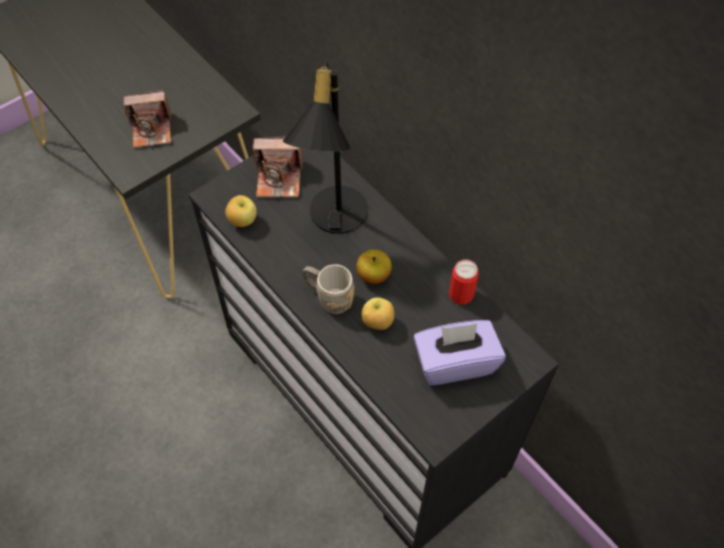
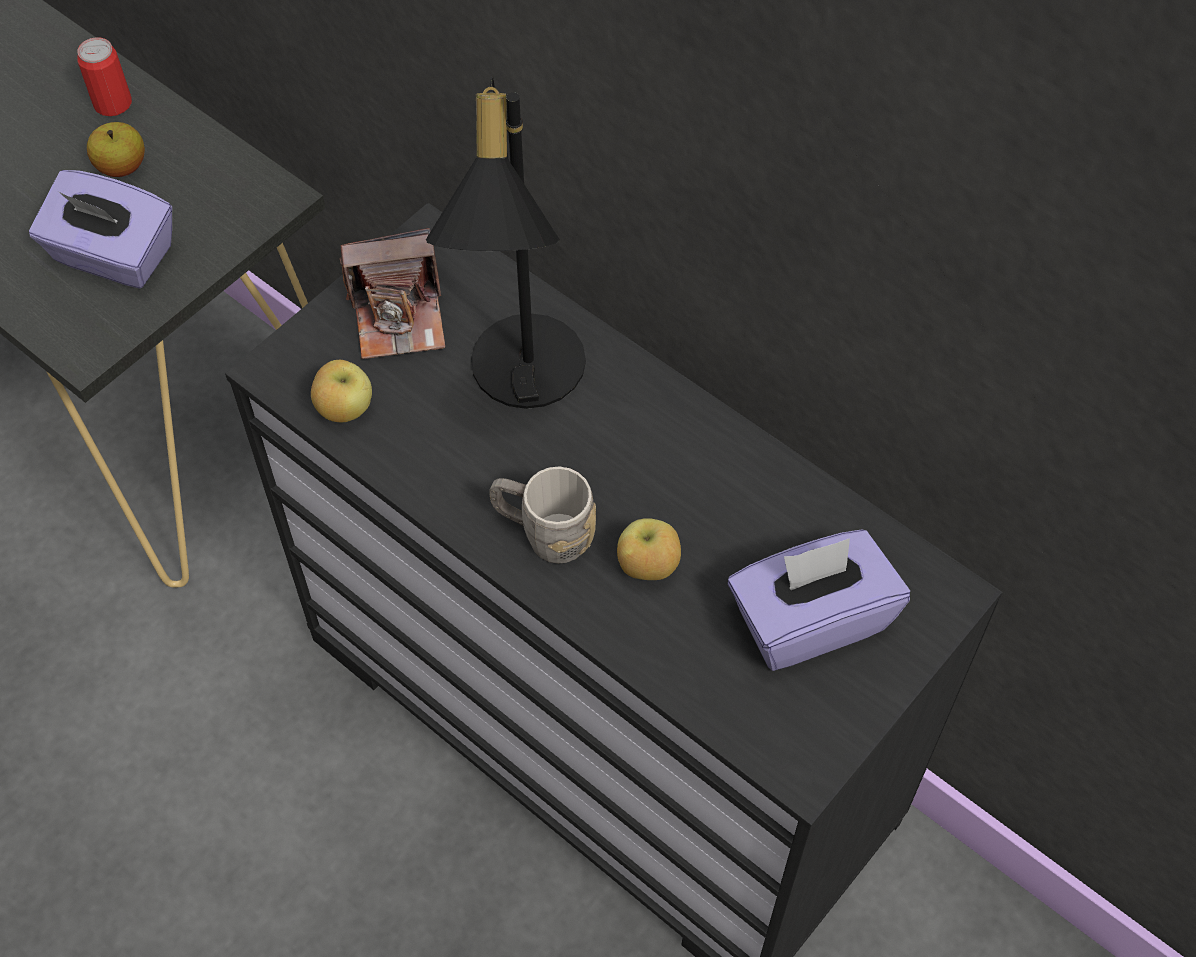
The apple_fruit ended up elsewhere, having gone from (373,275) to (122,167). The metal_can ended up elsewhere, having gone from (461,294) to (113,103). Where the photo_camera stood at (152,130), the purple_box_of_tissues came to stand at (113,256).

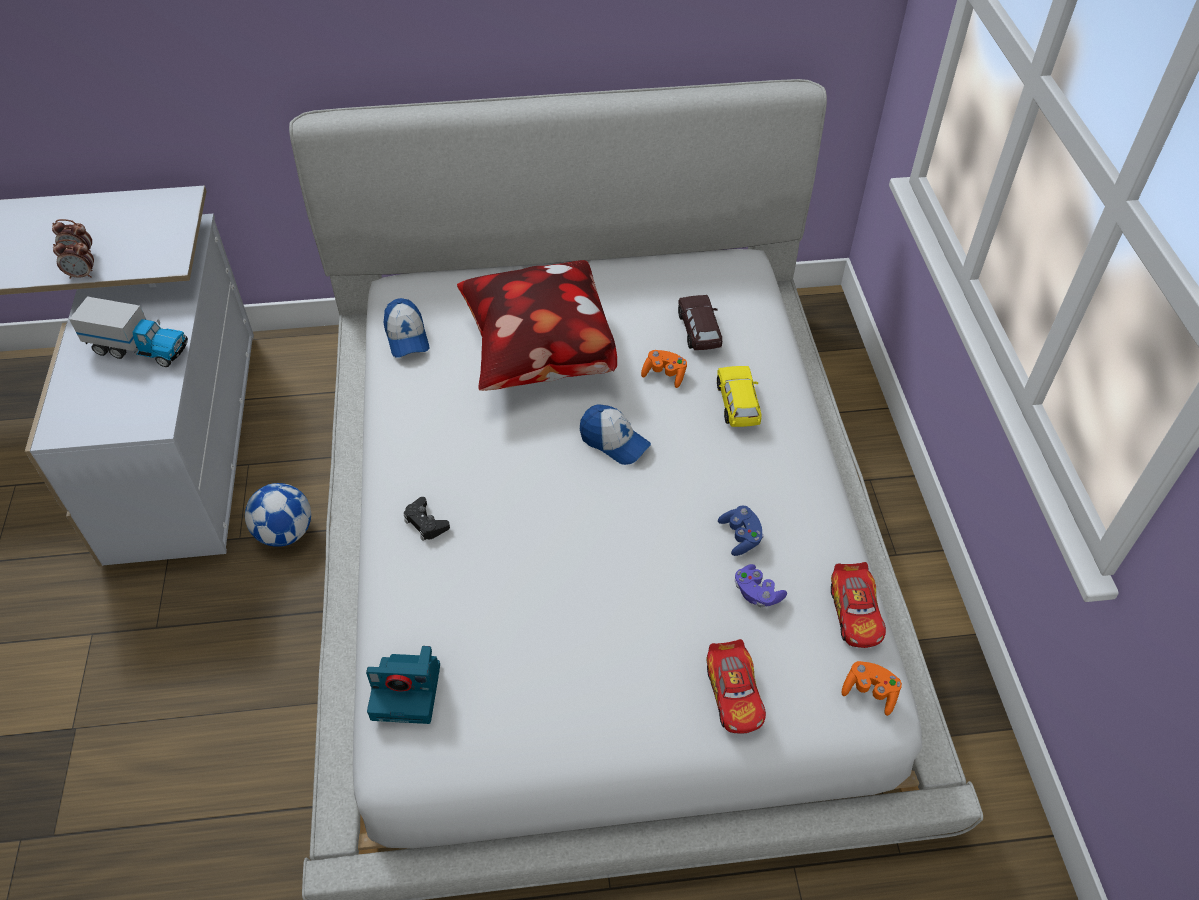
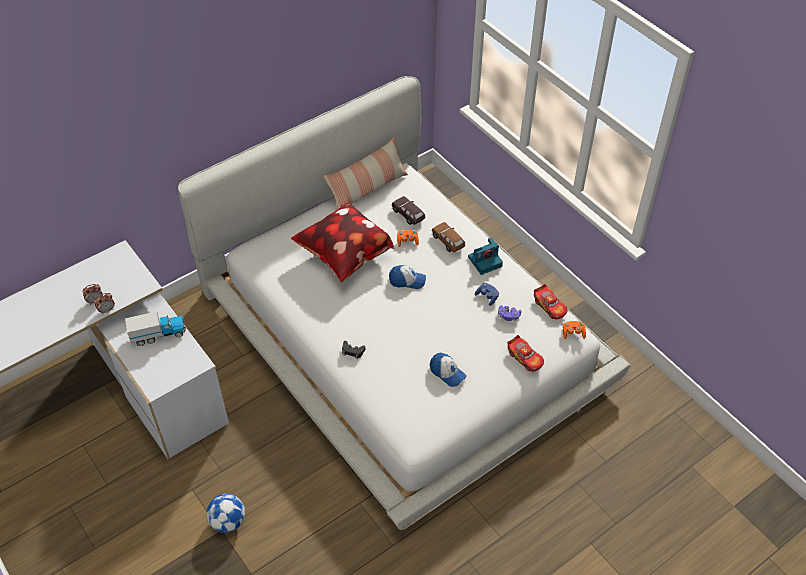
The second view gained the pillow at (367,189). The football_ball ended up elsewhere, having gone from (285,533) to (228,521). The photo_camera ended up elsewhere, having gone from (408,691) to (485,261). The baseball_cap ended up elsewhere, having gone from (406,337) to (447,373). What was the yellow-coloured_miniature_car at (738,404) turned into the brownish_miniature_car at (448,241).

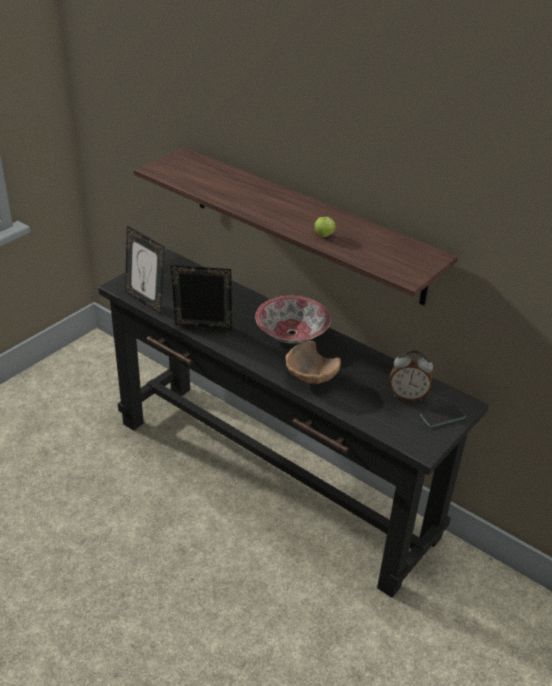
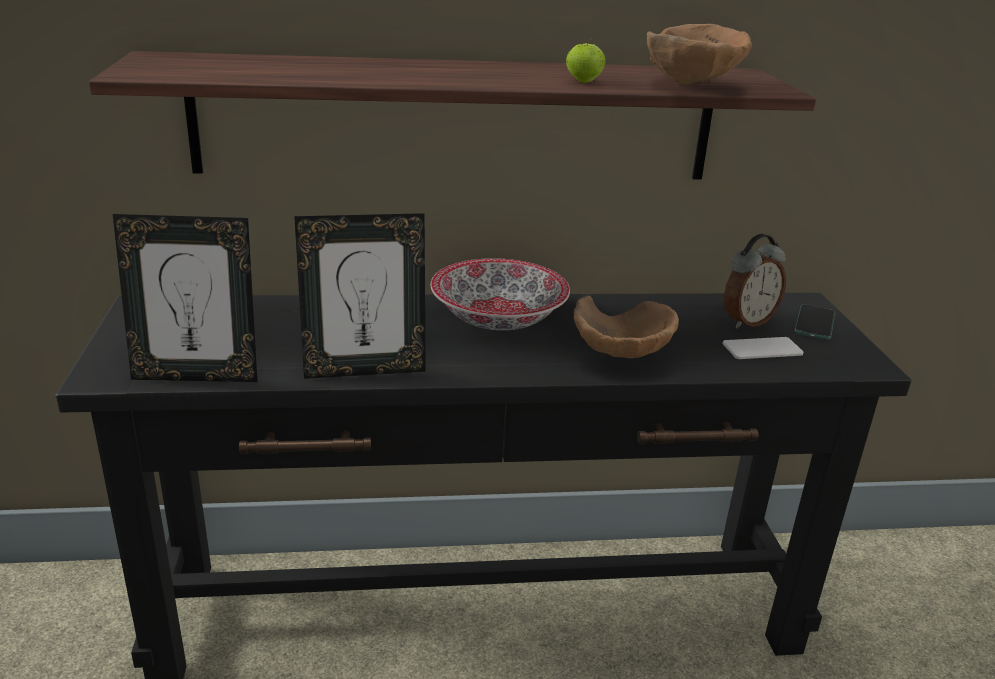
The second view gained the brownish_deep_dish at (694,85). The second view gained the phone at (762,349). The picture_frame at (203,329) ended up facing another way, 150 degrees counterclockwise from before.

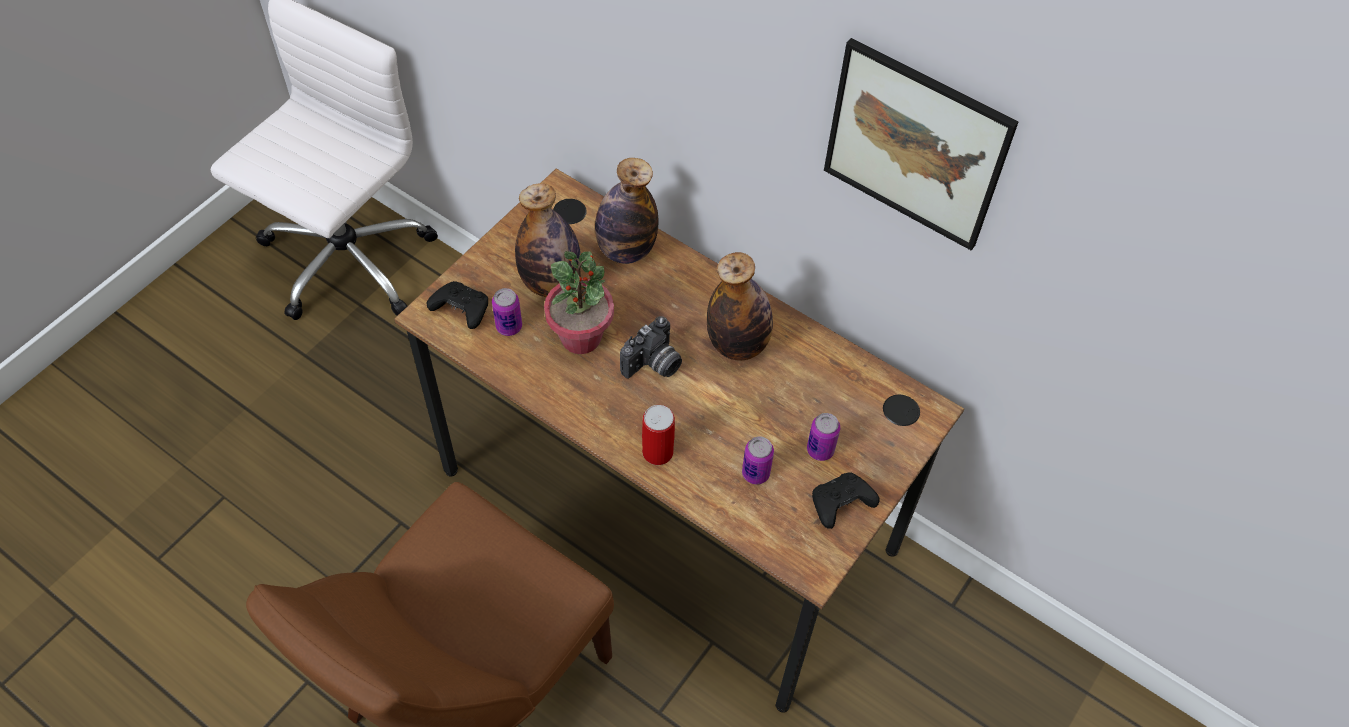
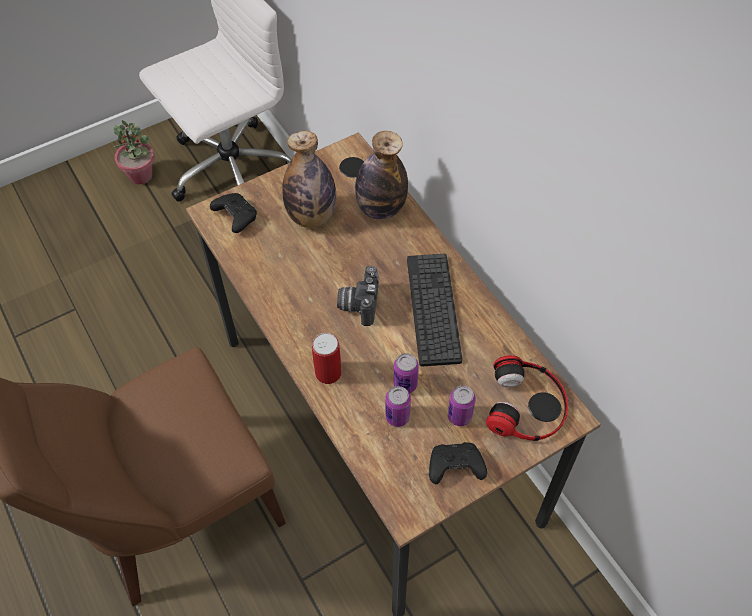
The second view lost the wall_art at (915,145). The second view gained the headphones at (527,405). The metal_can ended up elsewhere, having gone from (509,326) to (405,384). The houseplant ended up elsewhere, having gone from (581,337) to (141,175). Where the drink_bottle stood at (738,344), the PC_keyboard came to stand at (433,309). The photo_camera at (653,365) ended up facing another way, 120 degrees clockwise from before.

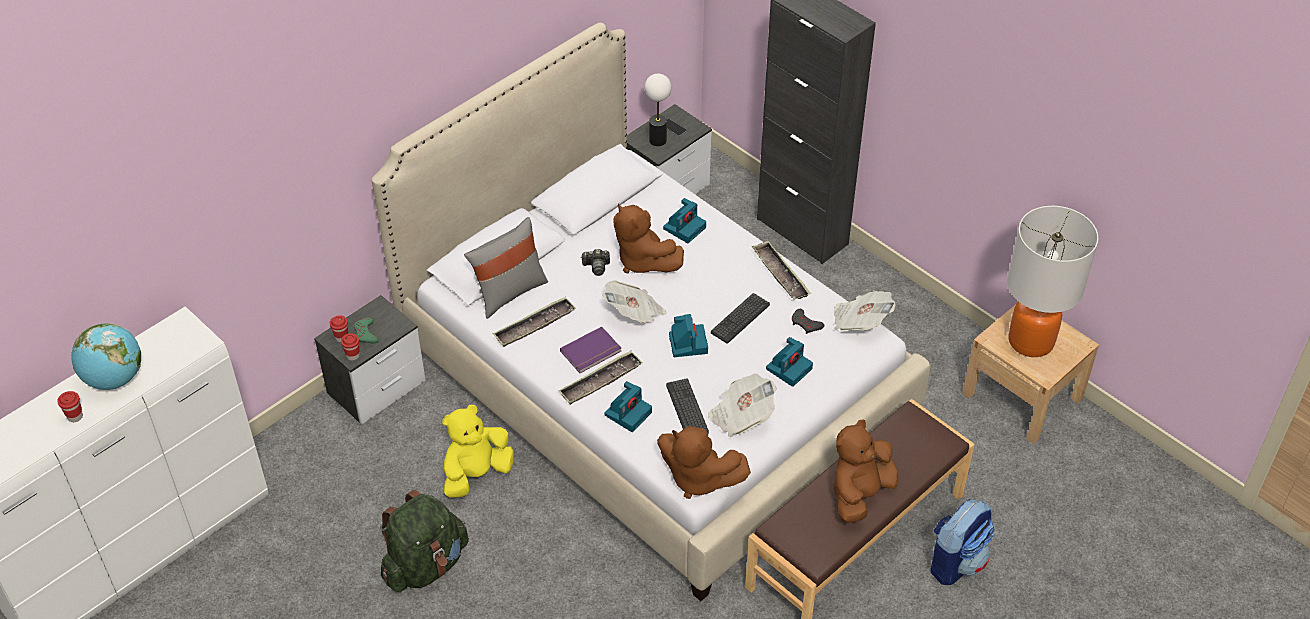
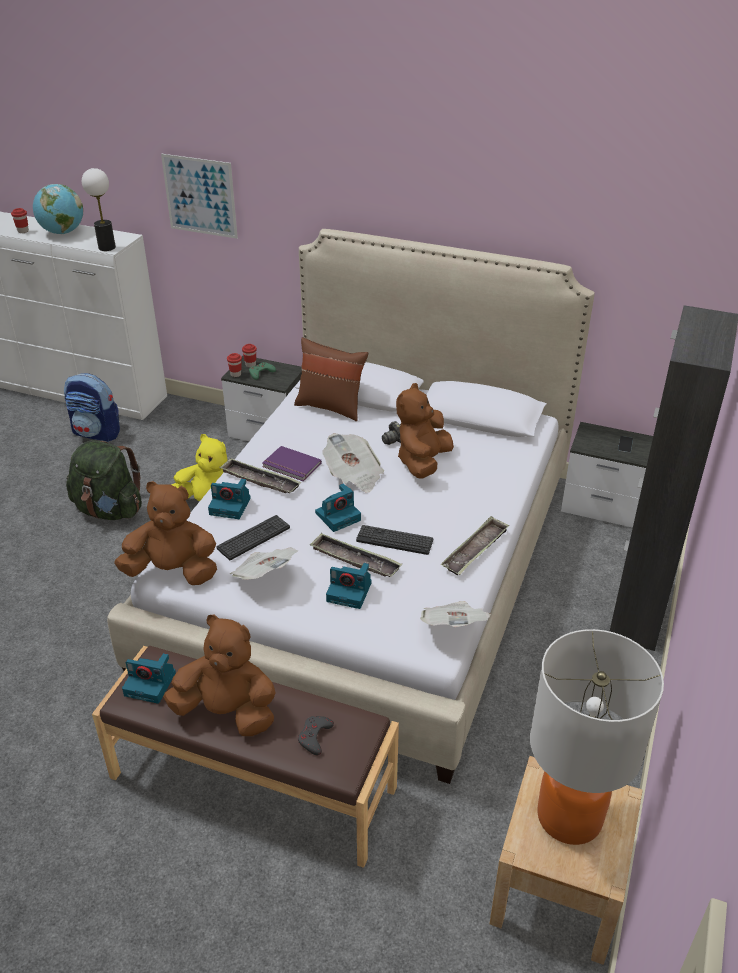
The second view gained the wall_art at (200,196). The serving_tray ended up elsewhere, having gone from (534,325) to (355,560). The lamp_for_a_table ended up elsewhere, having gone from (658,140) to (107,247). The photo_camera ended up elsewhere, having gone from (684,227) to (151,684). The gray_gamepad ended up elsewhere, having gone from (806,324) to (314,737). The rucksack ended up elsewhere, having gone from (956,561) to (97,433). What was the gray_pillow at (509,292) turned into the brownish_pillow at (331,407). The brownish_soft_toy at (698,478) ended up facing another way, 90 degrees clockwise from before.

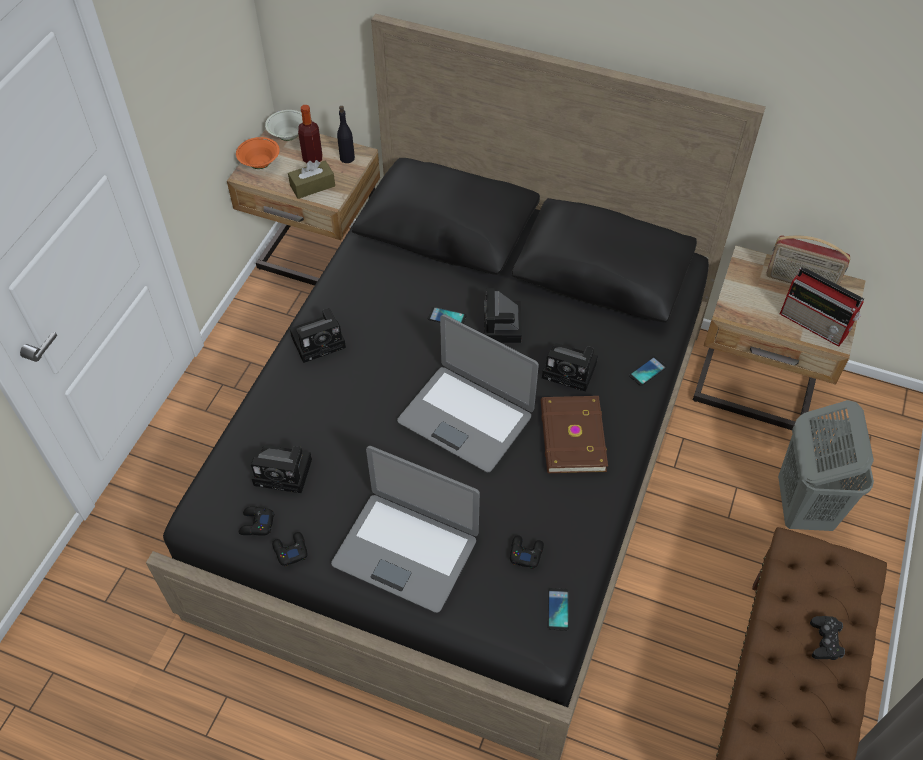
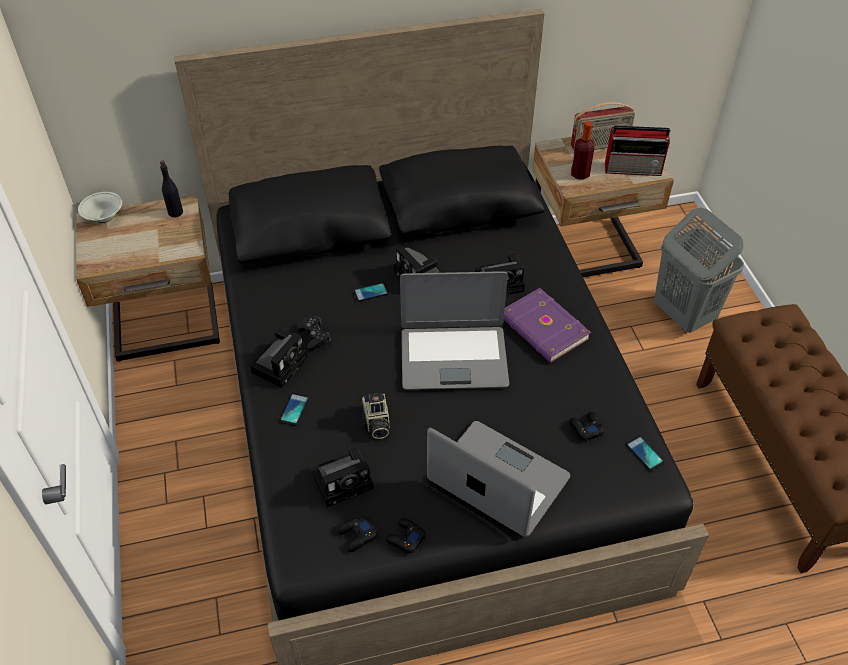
The second view lost the orangey_deep_dish at (260,164). The second view lost the brownish_box_of_tissues at (312,186). The second view gained the photo_camera at (376,423). The drink_bottle ended up elsewhere, having gone from (312,159) to (580,174). The phone ended up elsewhere, having gone from (647,371) to (294,409). The black-coloured_gamepad ended up elsewhere, having gone from (825,641) to (314,336). What was the brownish_book at (571,437) turned into the purple_book at (543,329). The laptop at (406,550) ended up facing another way, 135 degrees counterclockwise from before.

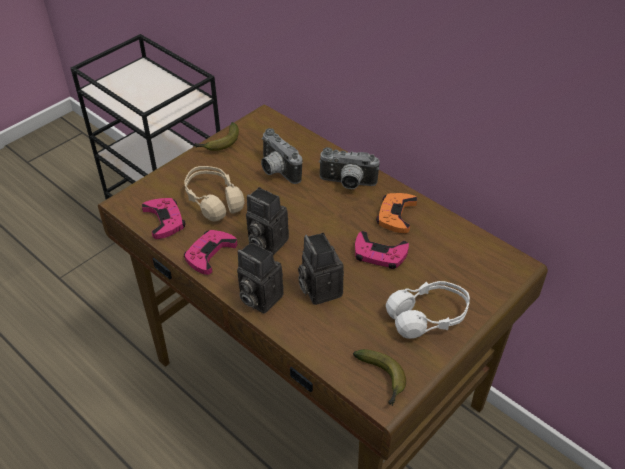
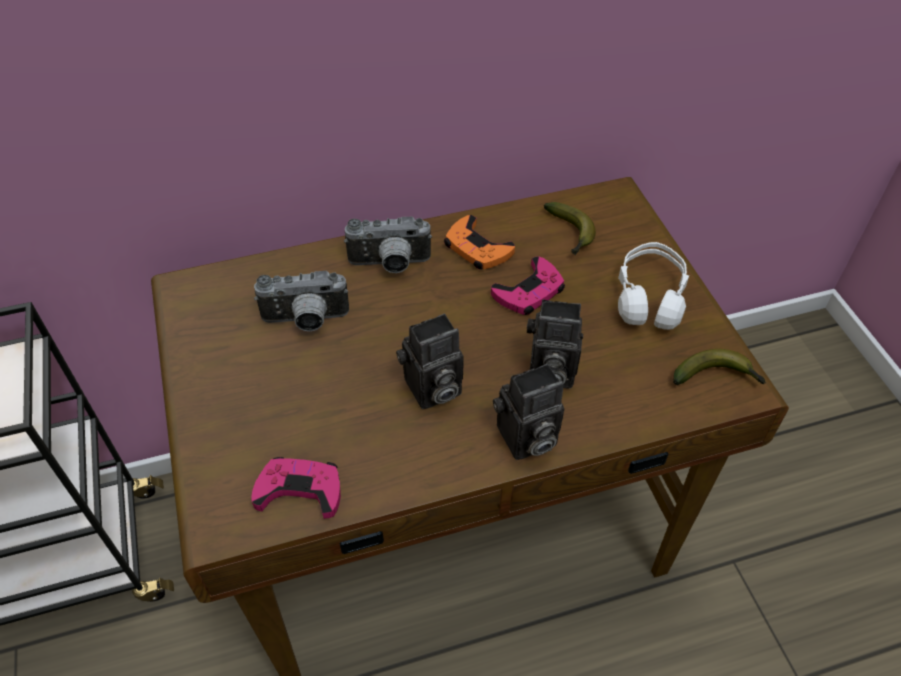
The second view lost the sand-coloured_headphones at (213,201). The second view lost the pinkish_gamepad at (209,254). The banana ended up elsewhere, having gone from (219,143) to (570,234). The photo_camera at (347,184) ended up facing another way, 45 degrees clockwise from before.

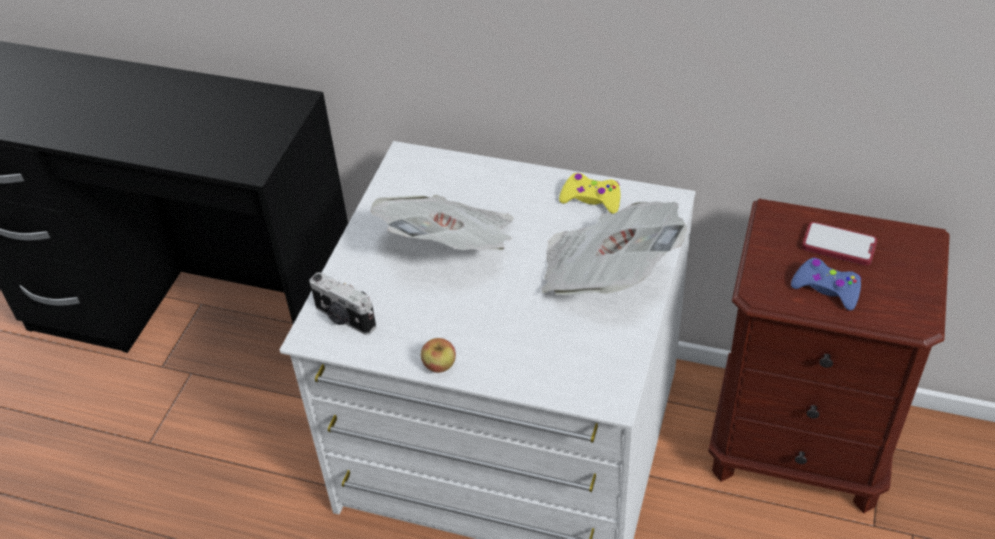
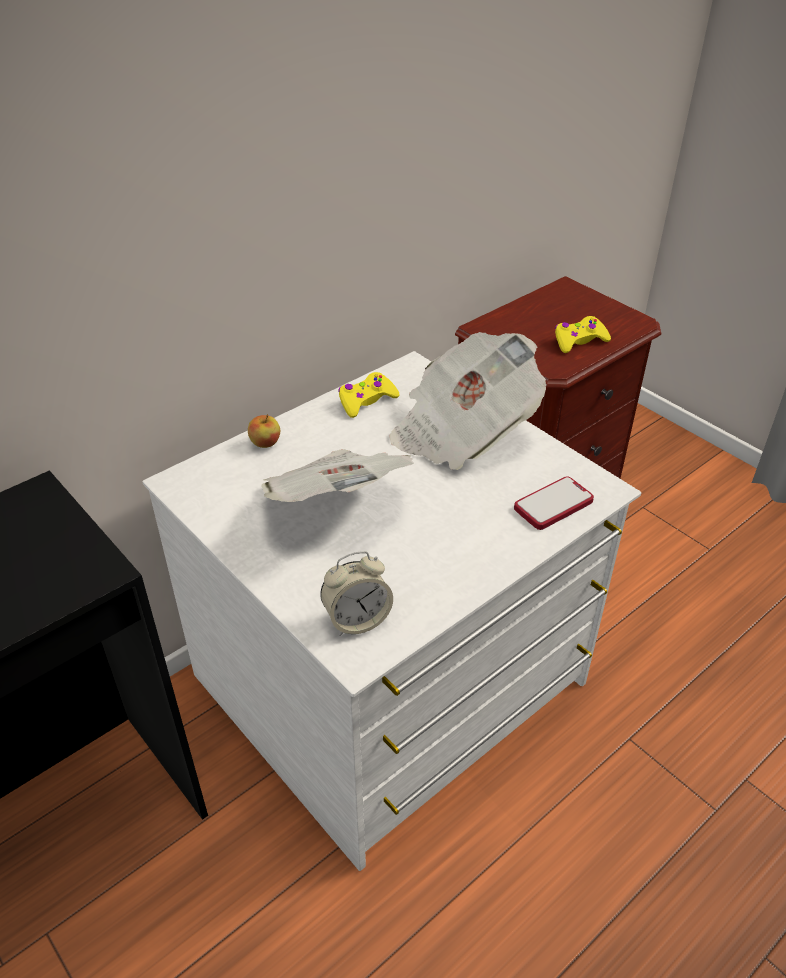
The apple_fruit ended up elsewhere, having gone from (439,365) to (265,443). The phone ended up elsewhere, having gone from (839,245) to (553,505). Where the photo_camera stood at (344,318), the alarm_clock came to stand at (357,620). What was the bluish_gamepad at (826,289) turned into the yellow-coloured_gamepad at (579,341).

